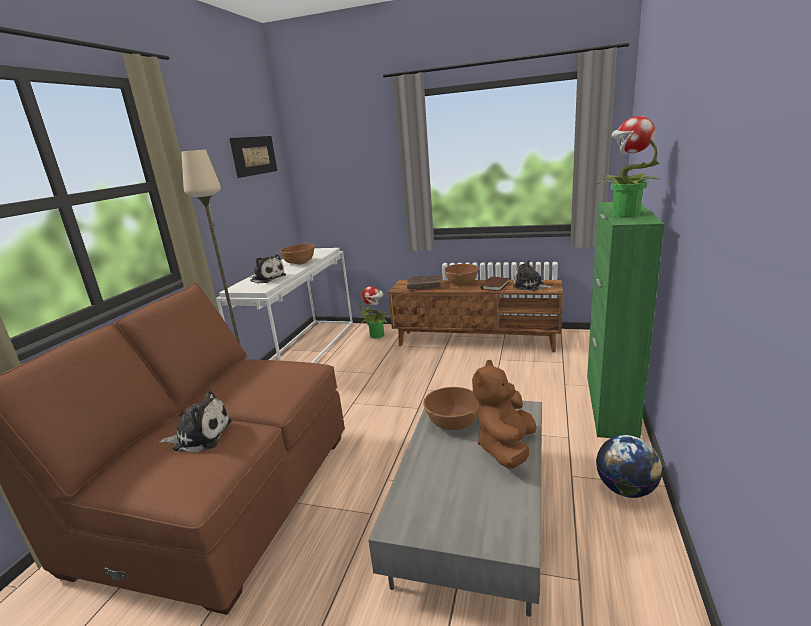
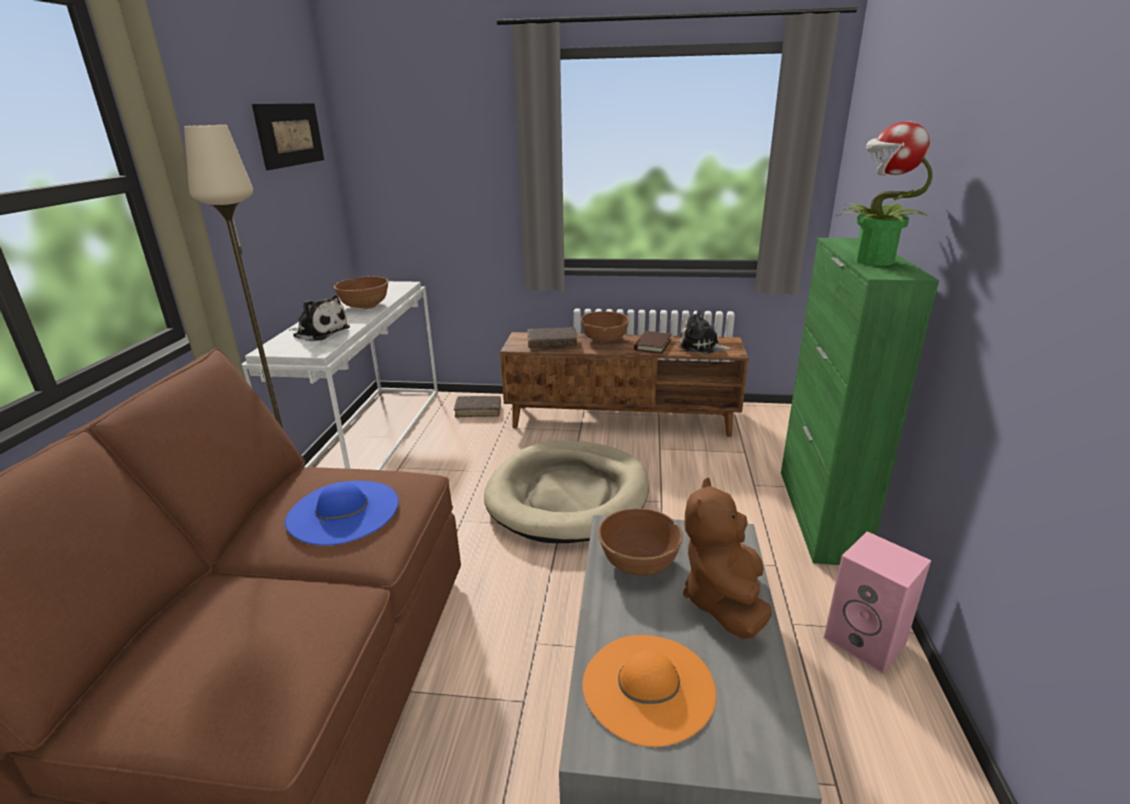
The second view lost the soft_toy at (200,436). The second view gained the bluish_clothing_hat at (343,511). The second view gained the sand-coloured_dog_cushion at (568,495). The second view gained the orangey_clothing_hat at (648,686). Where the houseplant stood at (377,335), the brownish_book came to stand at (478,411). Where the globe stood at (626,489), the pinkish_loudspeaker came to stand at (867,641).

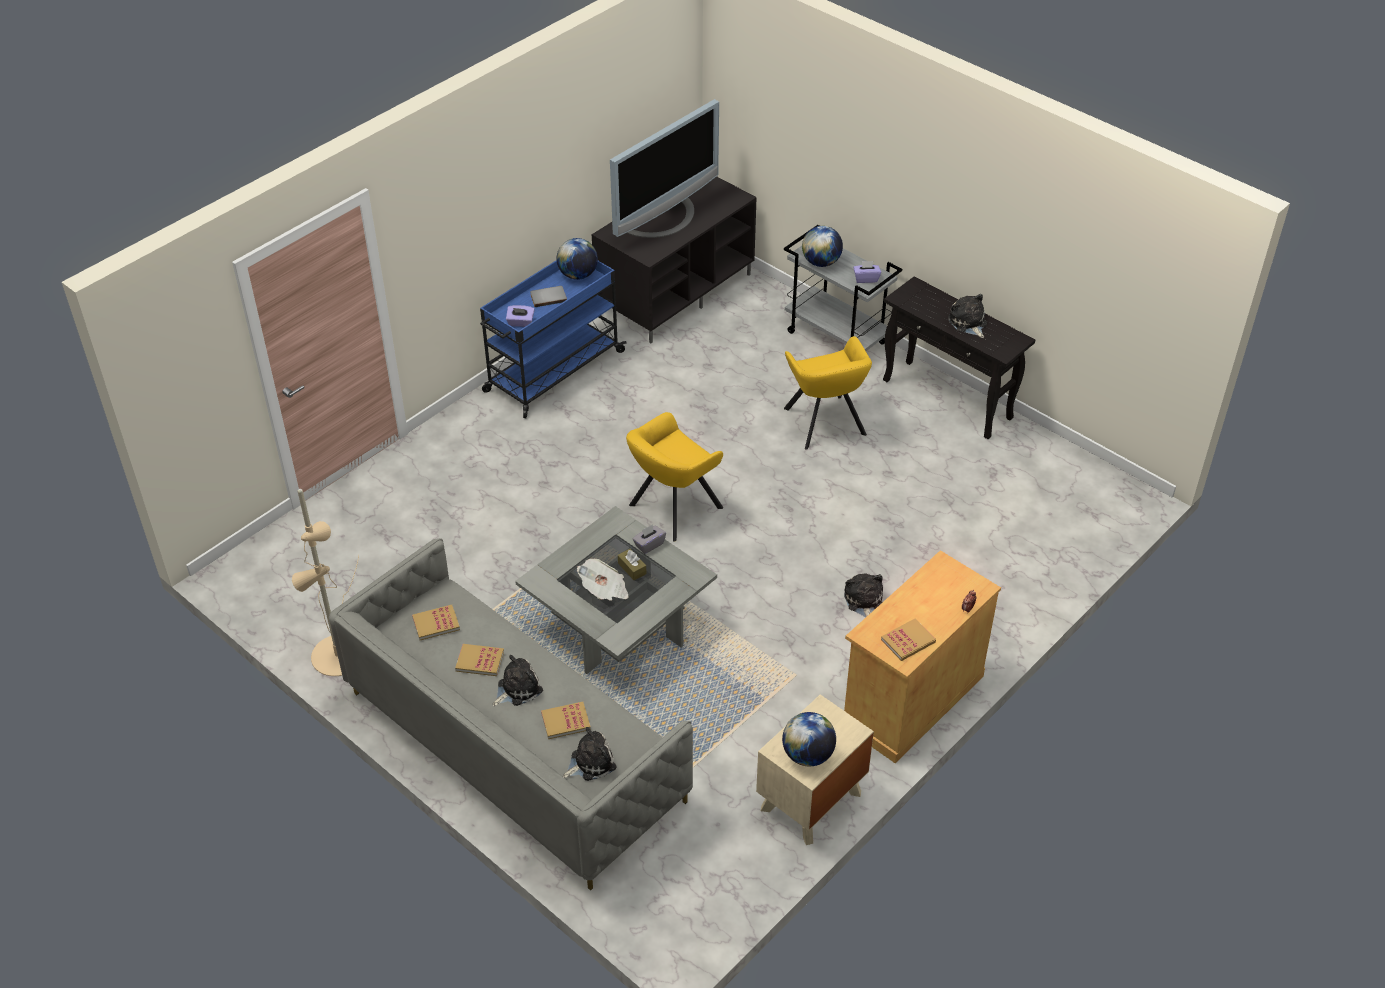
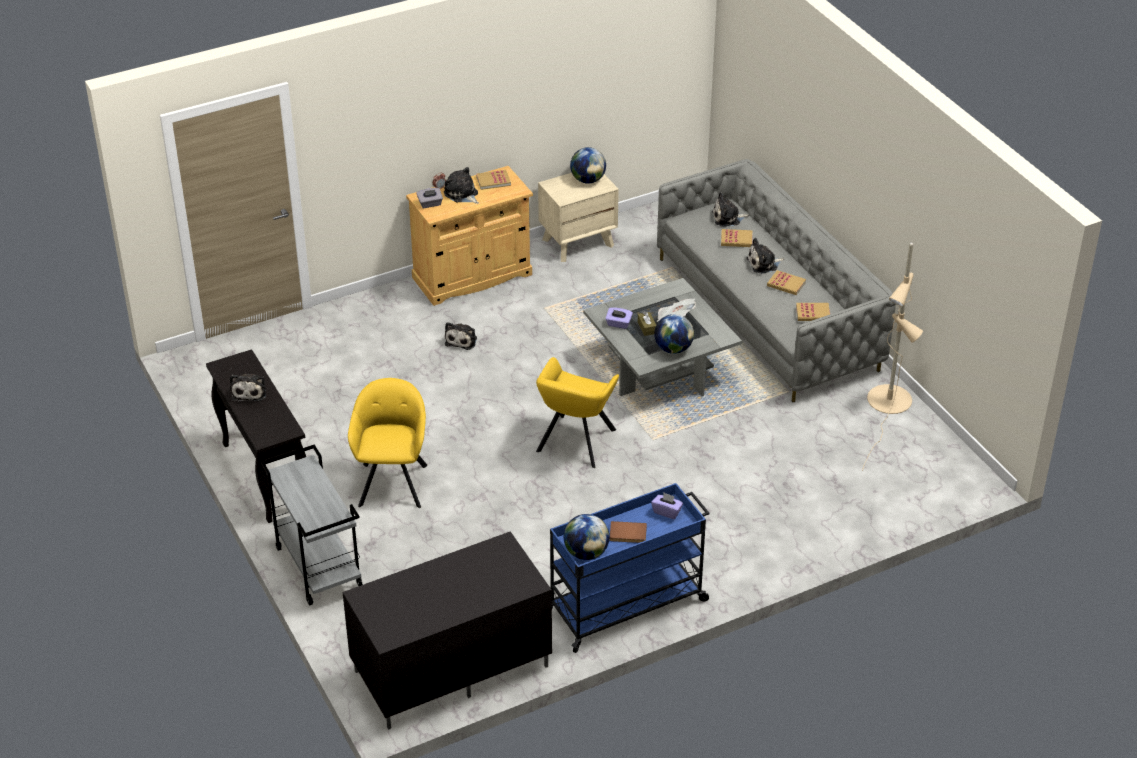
The second view lost the TV_set at (661,217). The second view gained the soft_toy at (462,194). The gray_box_of_tissues ended up elsewhere, having gone from (649,545) to (430,204). The globe ended up elsewhere, having gone from (821,262) to (673,349). The purple_box_of_tissues ended up elsewhere, having gone from (866,278) to (618,324). What was the gray_book at (548,297) turned into the brownish_book at (628,534). The yellow-coloured_lounge_chair at (672,508) ended up facing another way, 135 degrees clockwise from before.

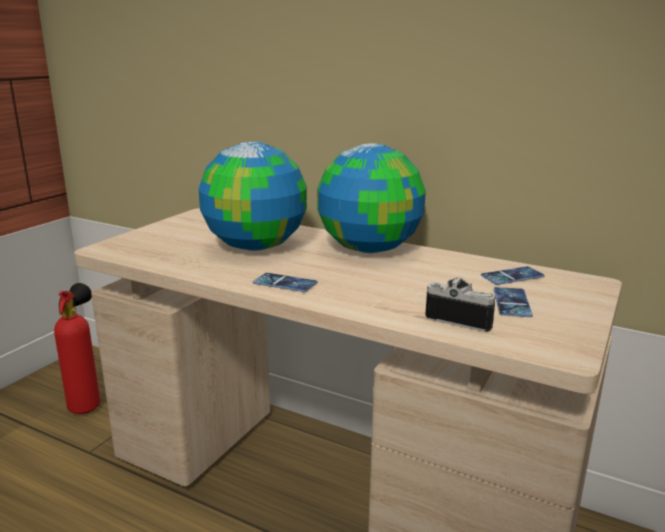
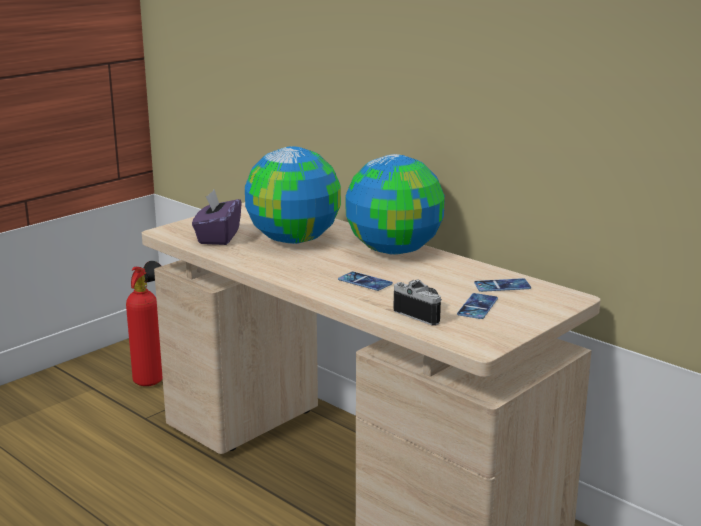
The second view gained the purple_box_of_tissues at (218,237). The phone ended up elsewhere, having gone from (285,283) to (365,282).

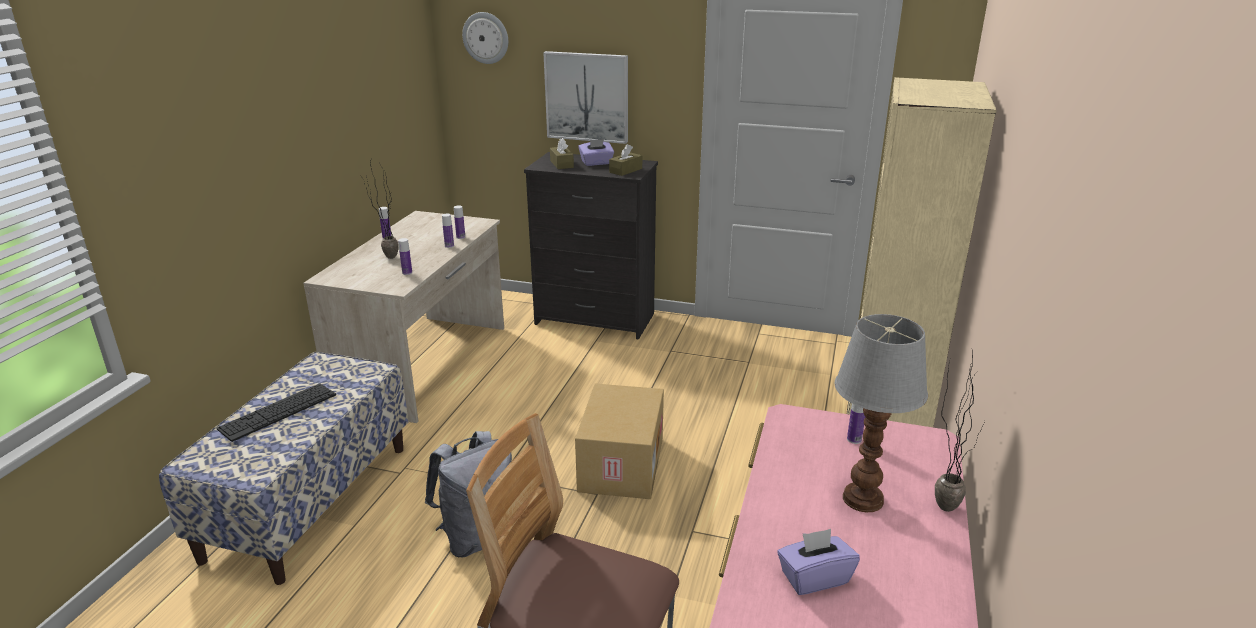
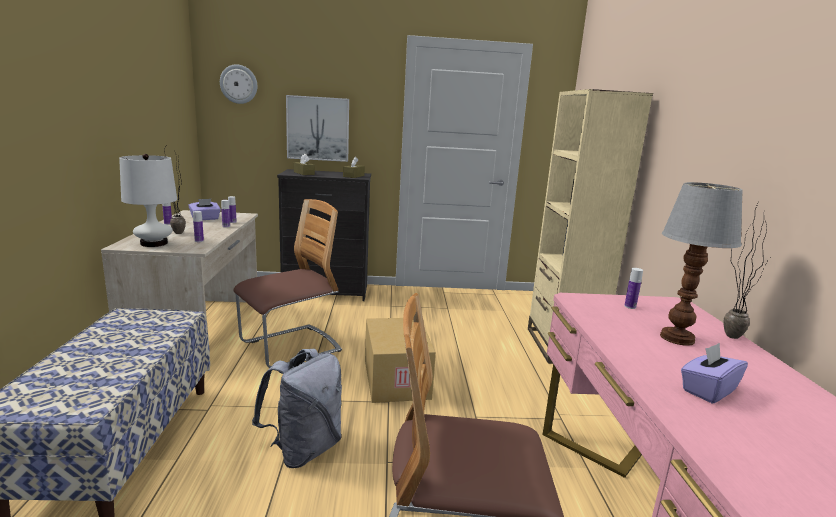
The second view lost the PC_keyboard at (278,411). The second view gained the white-coloured_lamp_for_a_table at (154,243). The second view gained the upright_chair at (290,348). The purple_box_of_tissues ended up elsewhere, having gone from (596,163) to (205,219).

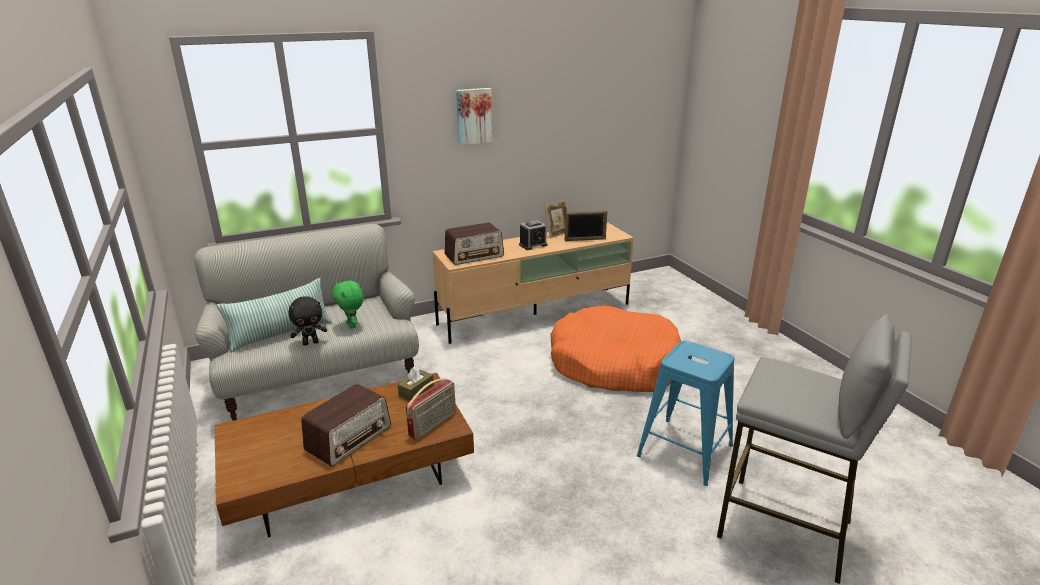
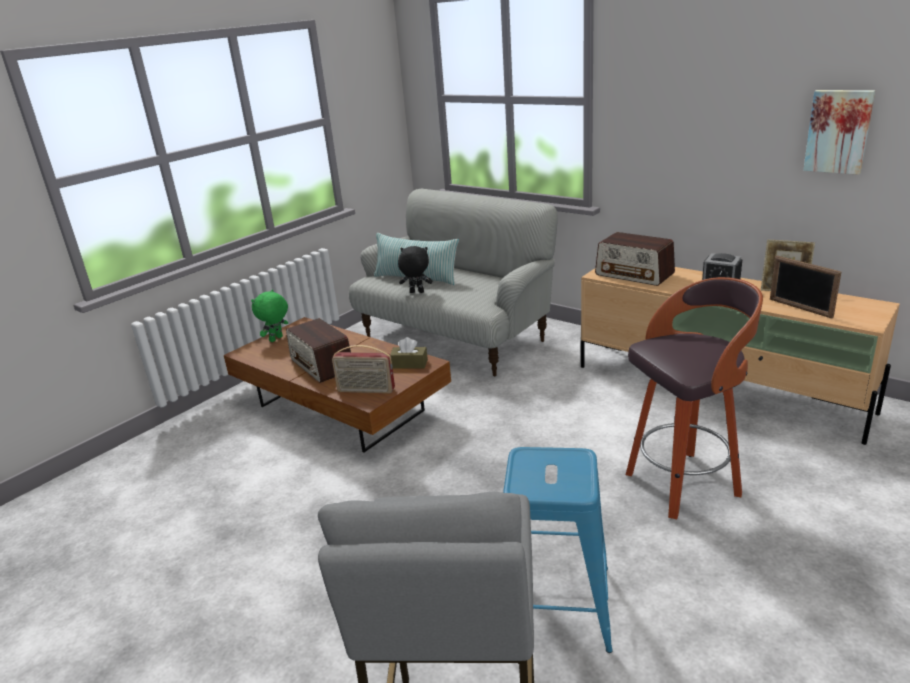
The greenish_soft_toy ended up elsewhere, having gone from (352,325) to (276,339). The wall_art ended up elsewhere, having gone from (473,116) to (838,131). Where the orangey_dog_cushion stood at (614,364), the stool came to stand at (684,484). The black-coloured_soft_toy at (311,343) ended up facing another way, 150 degrees clockwise from before. The radio_receiver at (349,438) ended up facing another way, 45 degrees clockwise from before.

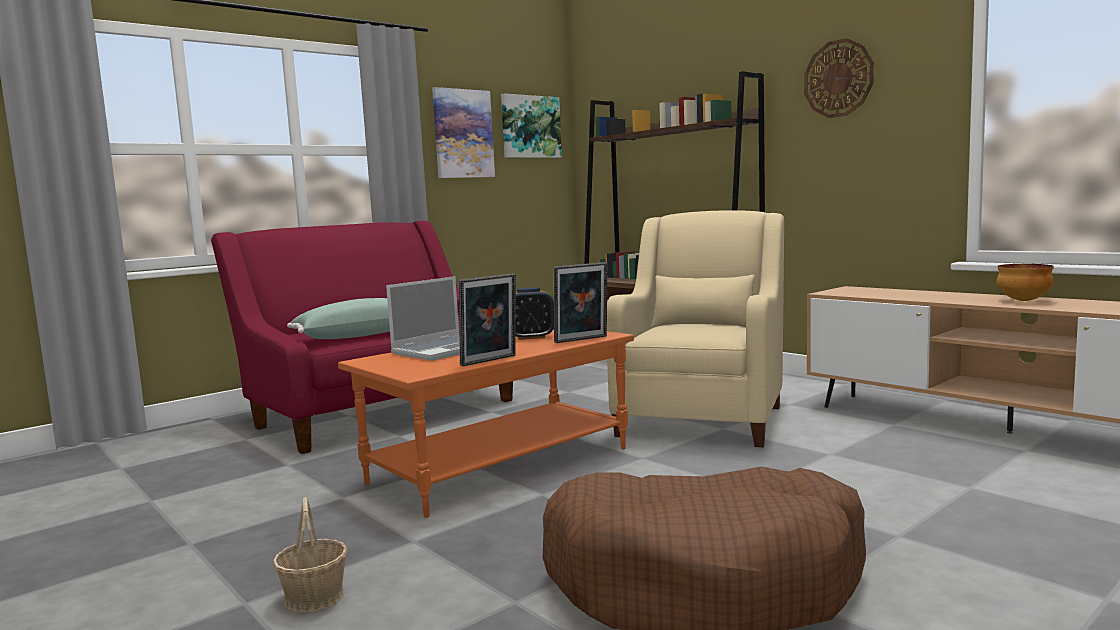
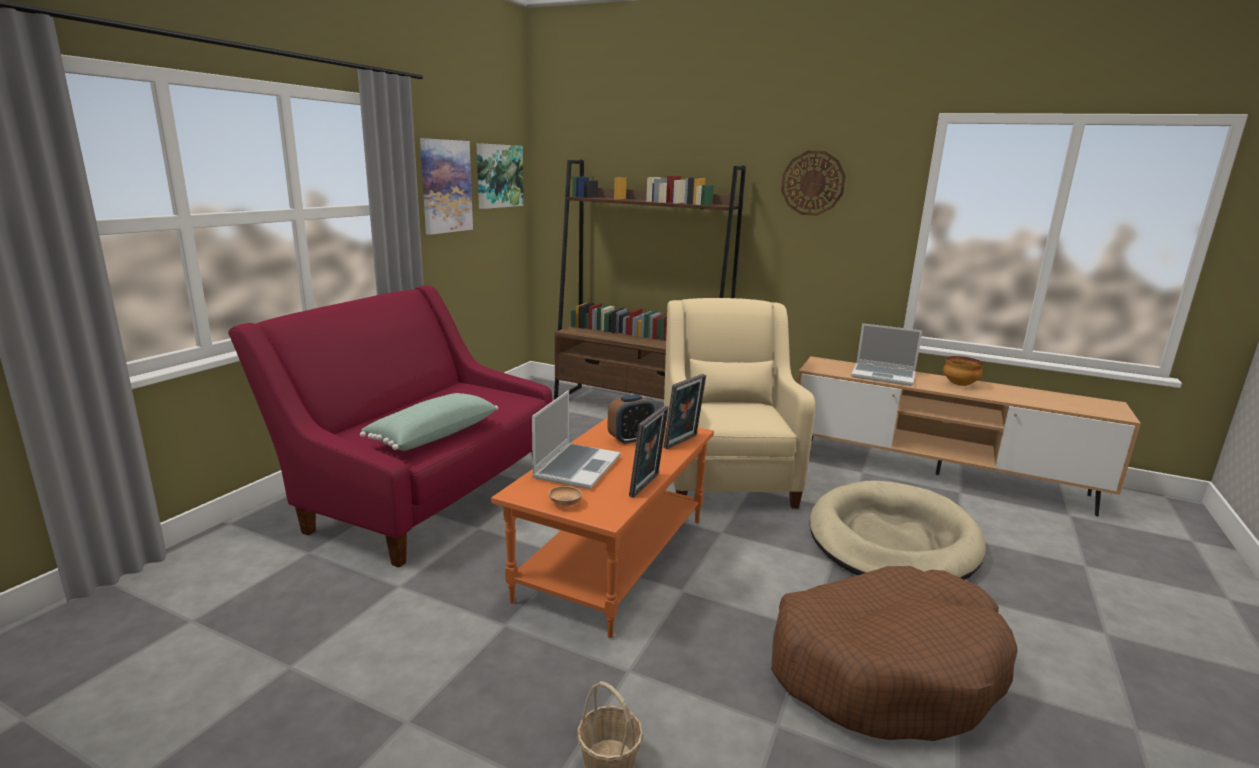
The second view gained the brownish_deep_dish at (565,503). The second view gained the sand-coloured_dog_cushion at (892,540). The second view gained the laptop at (884,376).

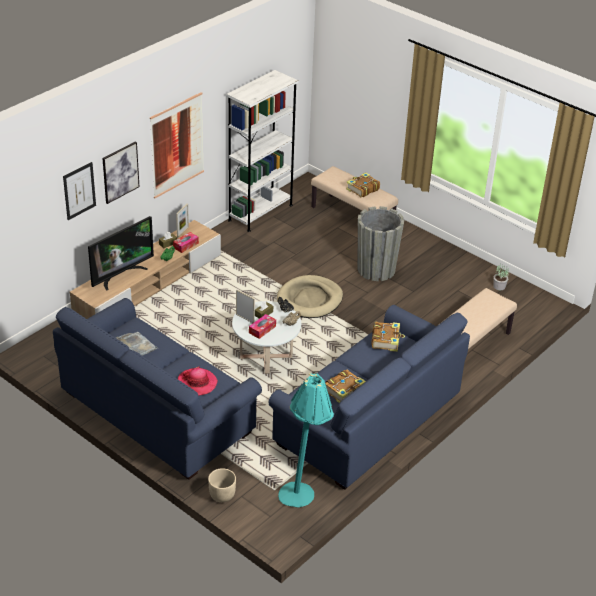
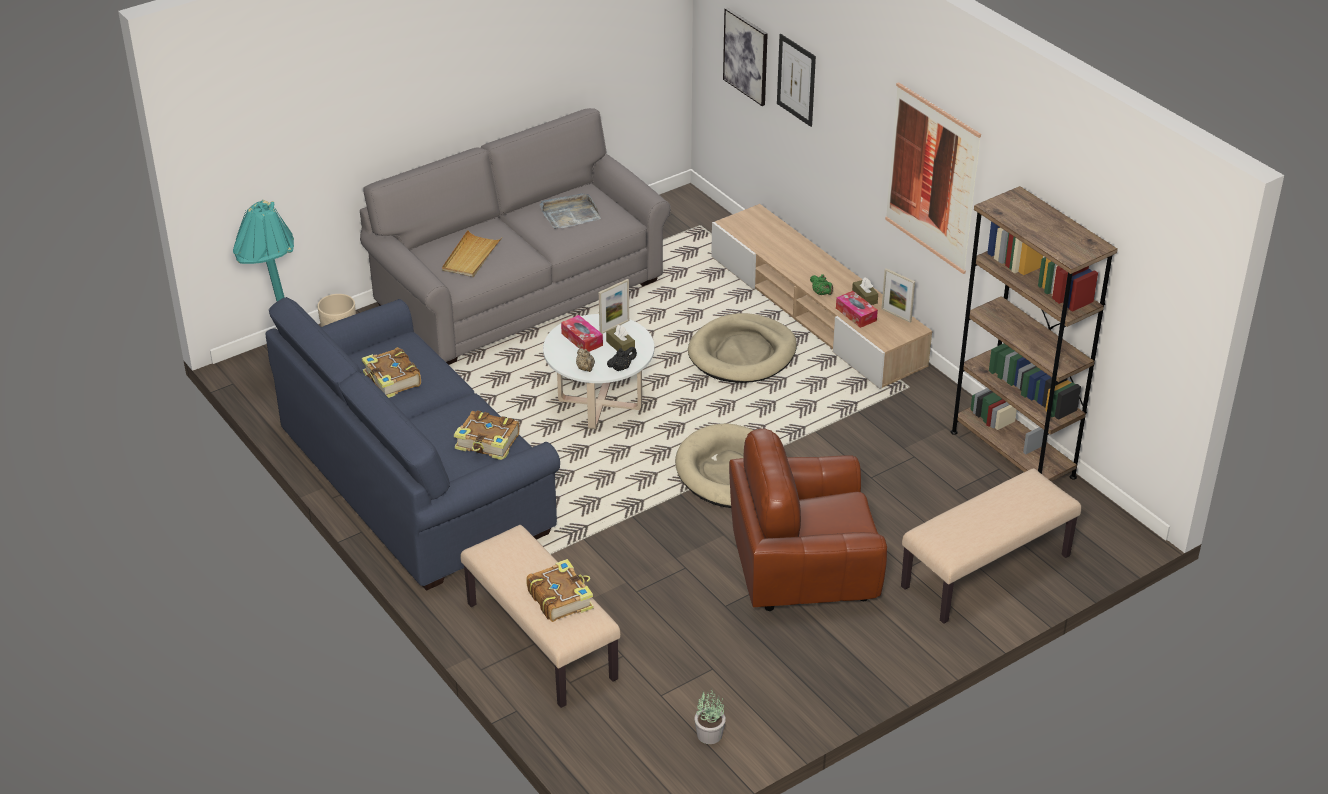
The second view lost the TV_set at (121,275). The second view gained the sand-coloured_dog_cushion at (742,353). The wall_art ended up elsewhere, having gone from (120,172) to (746,56). The book ended up elsewhere, having gone from (362,189) to (560,598). Where the clothing_hat stood at (197,383), the sand-coloured_serving_tray came to stand at (471,256). Where the gray_planter stood at (376,269), the brownish_lounge_chair came to stand at (803,570). What was the bluish_couch at (157,412) turned into the gray_couch at (520,294). What was the white-coloured_bookcase at (260,212) turned into the brownish_bookcase at (1012,454).

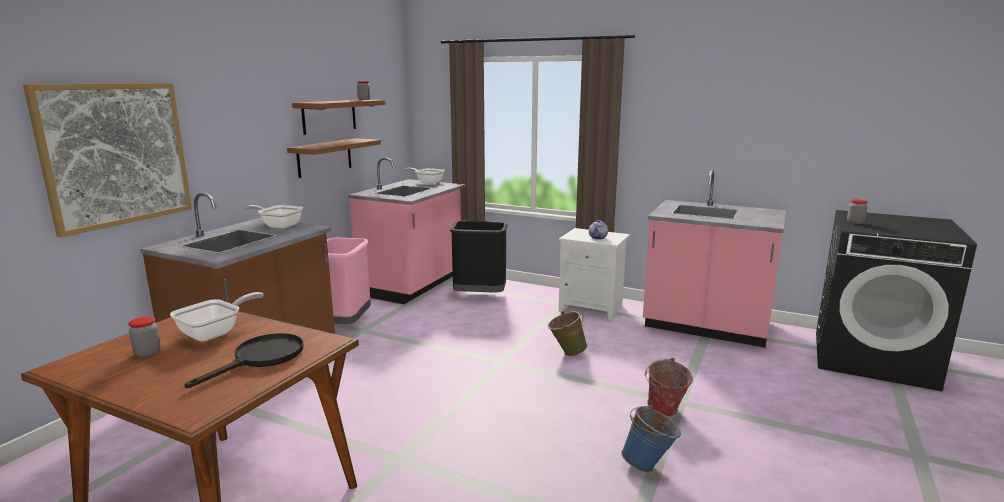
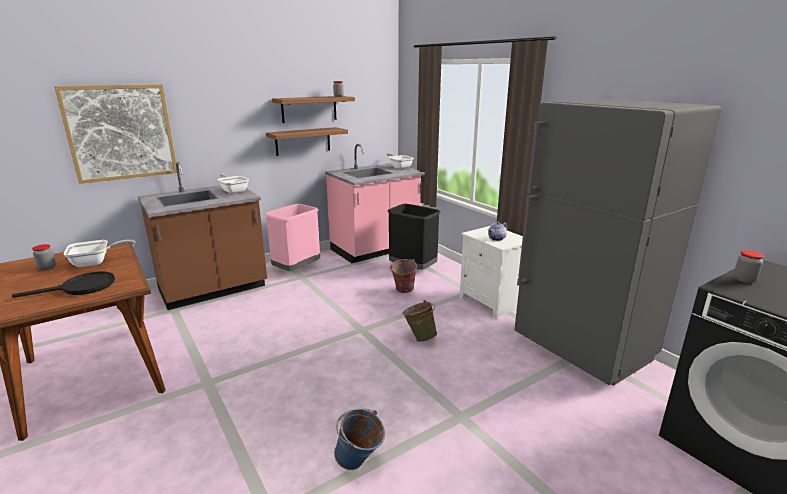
The water_bucket ended up elsewhere, having gone from (664,413) to (402,291). Where the pinkish_kitchen_counter stood at (706,327), the gray_fridge came to stand at (582,350).

